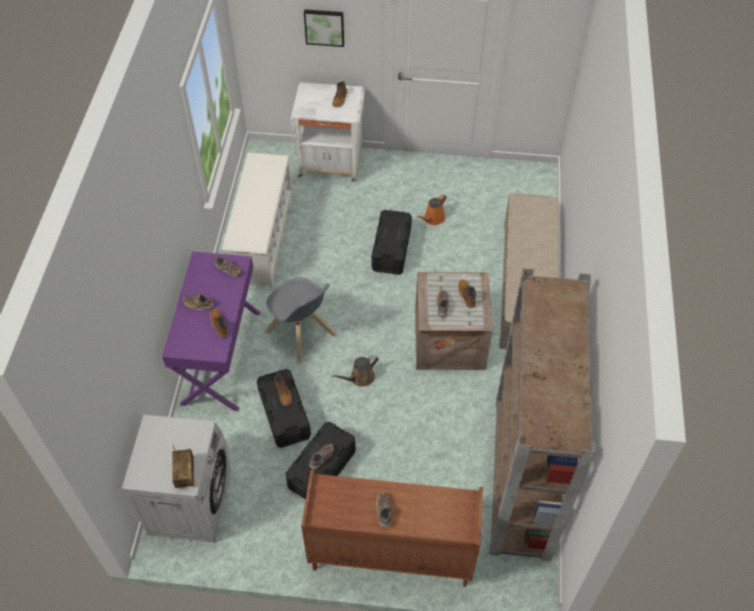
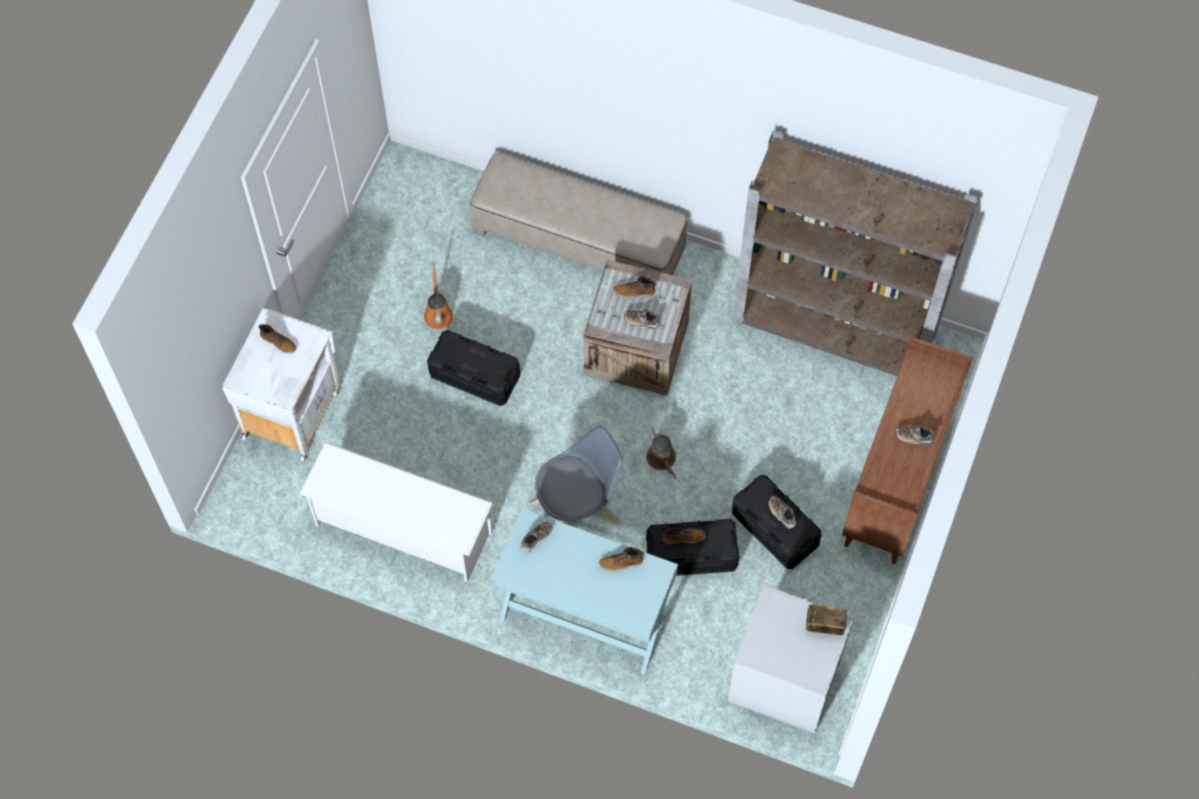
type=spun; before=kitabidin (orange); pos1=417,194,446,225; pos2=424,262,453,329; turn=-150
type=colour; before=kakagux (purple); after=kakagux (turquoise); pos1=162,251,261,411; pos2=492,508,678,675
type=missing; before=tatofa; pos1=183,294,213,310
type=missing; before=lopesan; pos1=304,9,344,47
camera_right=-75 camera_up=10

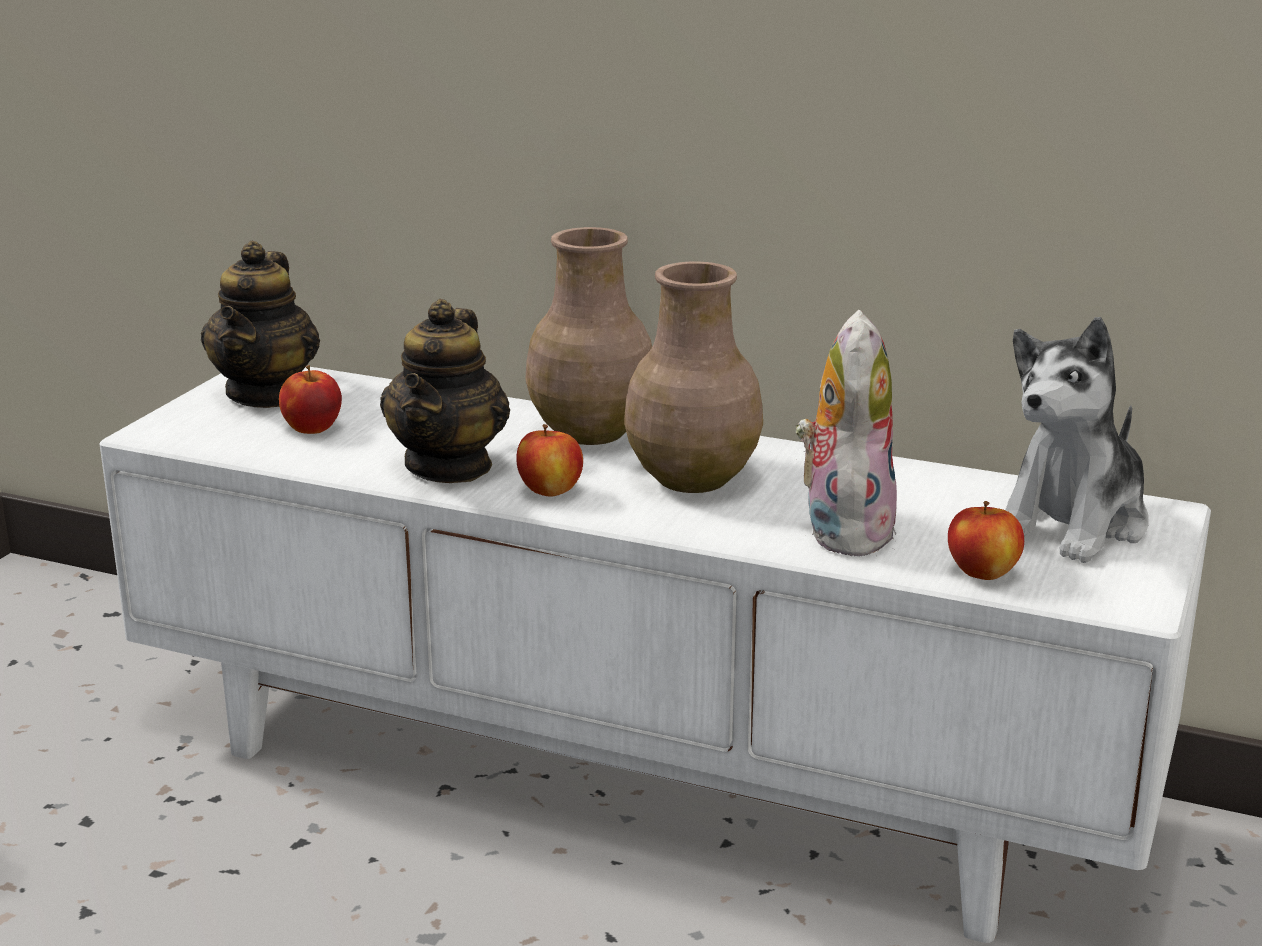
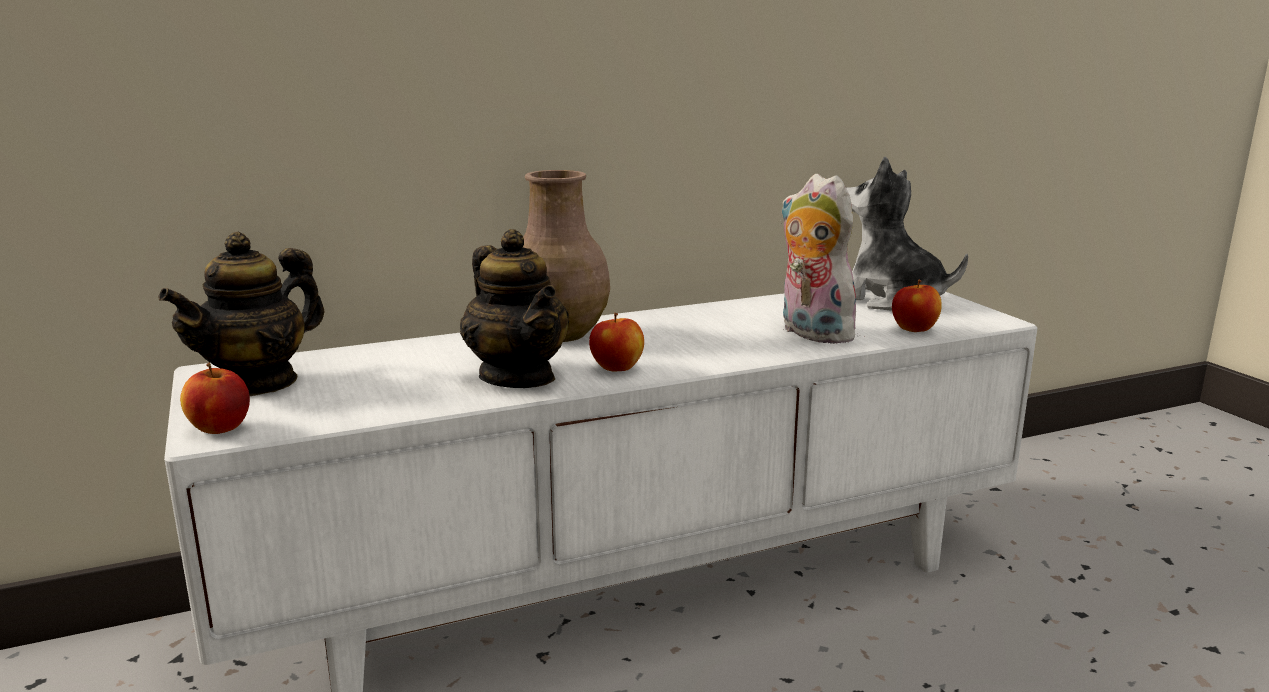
type=spun; before=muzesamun; pos1=201,241,320,408; pos2=158,232,324,396; turn=75
type=relocated; before=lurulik; pos1=279,365,342,434; pos2=180,362,250,434
type=spun; before=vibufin; pos1=1005,317,1149,563; pos2=846,157,968,311; turn=135
type=missing; before=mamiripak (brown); pos1=624,262,763,493
camera_right=-45 camera_up=-5

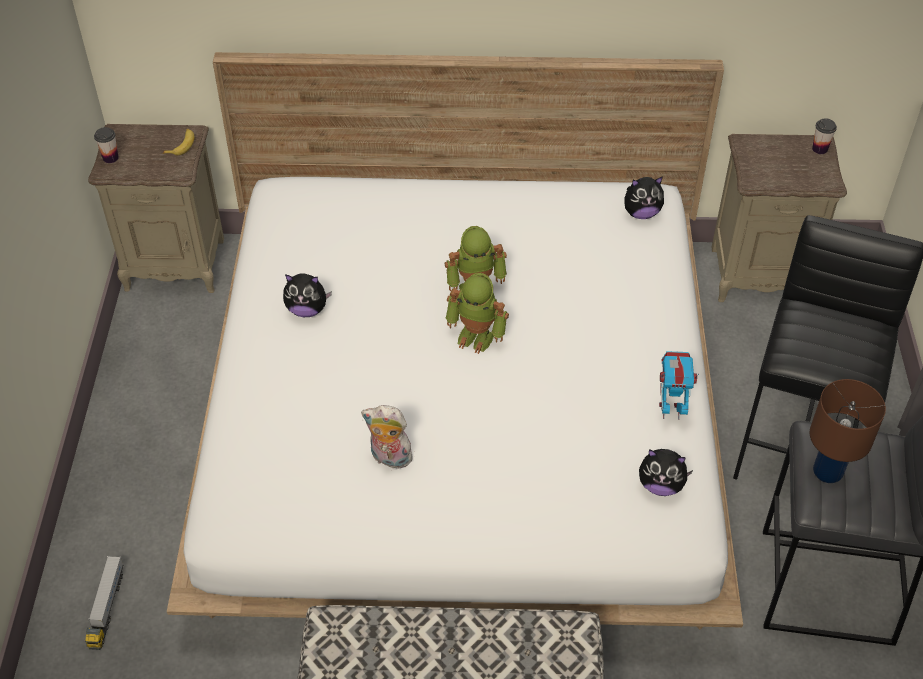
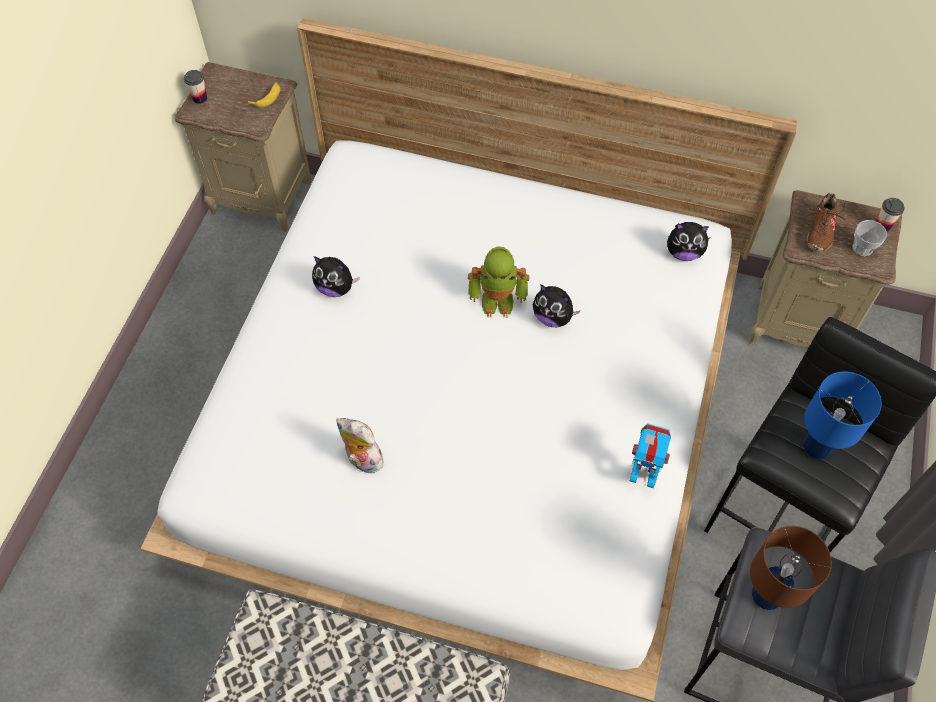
type=relocated; before=vibufin; pos1=639,449,693,496; pos2=533,284,580,327
type=appeared; after=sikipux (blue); pos2=803,371,882,459
type=appeared; after=tatofa (brown); pos2=805,193,848,252
type=appeared; after=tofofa; pos2=852,220,887,256
type=missing; before=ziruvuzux; pos1=85,556,123,650
type=missing; before=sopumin; pos1=446,273,509,354
camera_right=15 camera_up=10

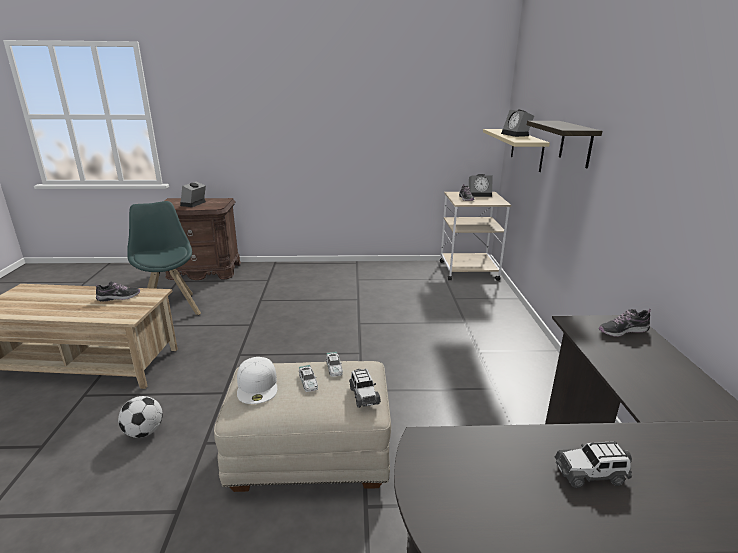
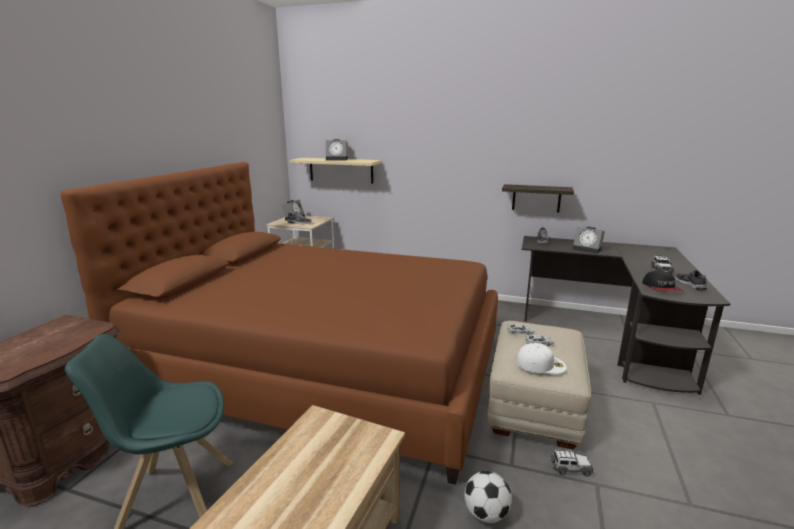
type=appeared; after=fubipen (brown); pos2=61,162,498,485
type=relocated; before=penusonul; pos1=527,121,602,168; pos2=502,184,574,213
type=relocated; before=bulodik; pos1=349,369,381,408; pos2=550,449,593,477
type=relocated; before=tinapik; pos1=180,181,206,207; pos2=572,227,605,254
type=appeared; after=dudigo; pos2=642,271,684,292
type=relocated; before=tatofa; pos1=95,281,140,302; pos2=675,270,707,290
camera_right=-70 camera_up=-5

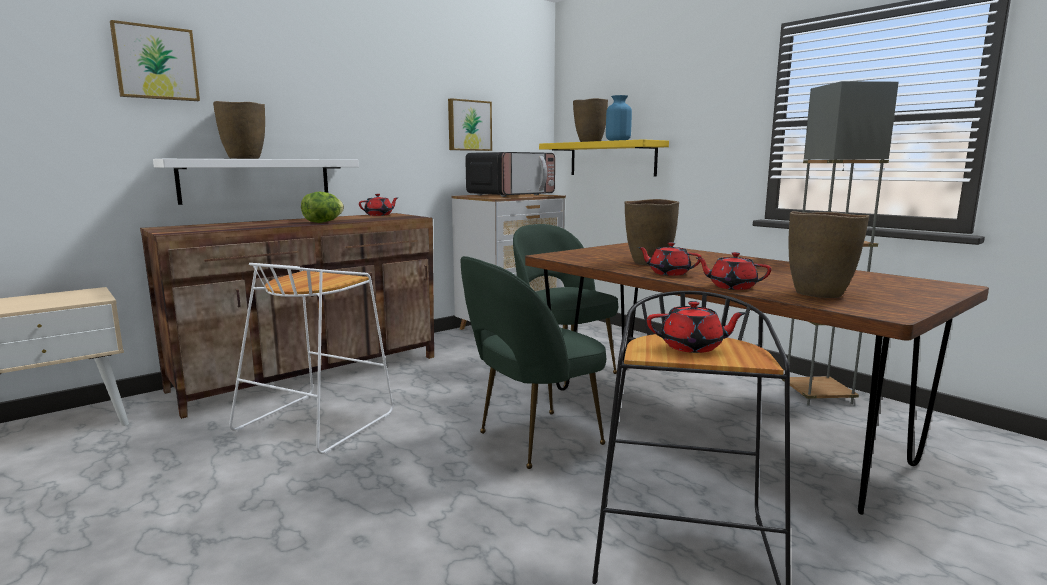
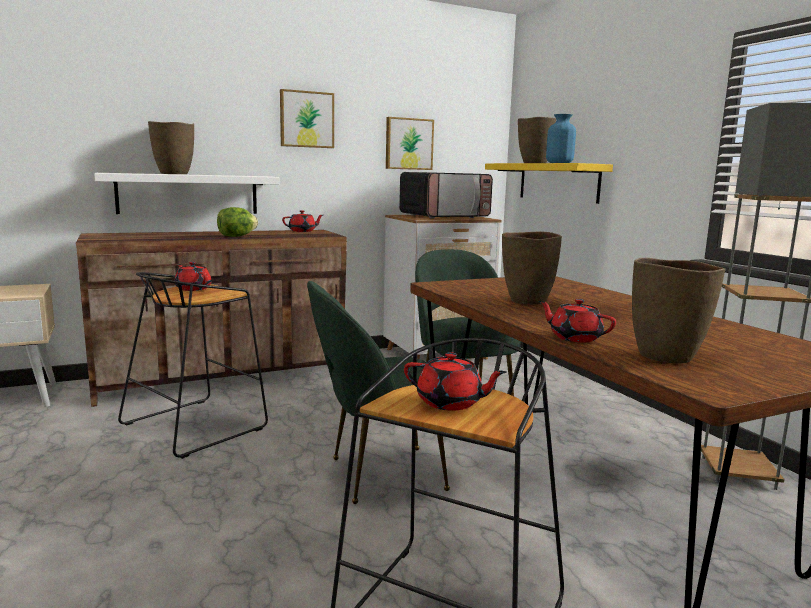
type=colour; before=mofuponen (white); after=mofuponen (black); pos1=229,263,393,455; pos2=118,272,268,459
type=relocated; before=muzesamun (red); pos1=638,242,702,276; pos2=174,262,212,291
type=relocated; before=lopesan; pos1=110,20,200,101; pos2=280,89,334,148
camera_right=15 camera_up=0

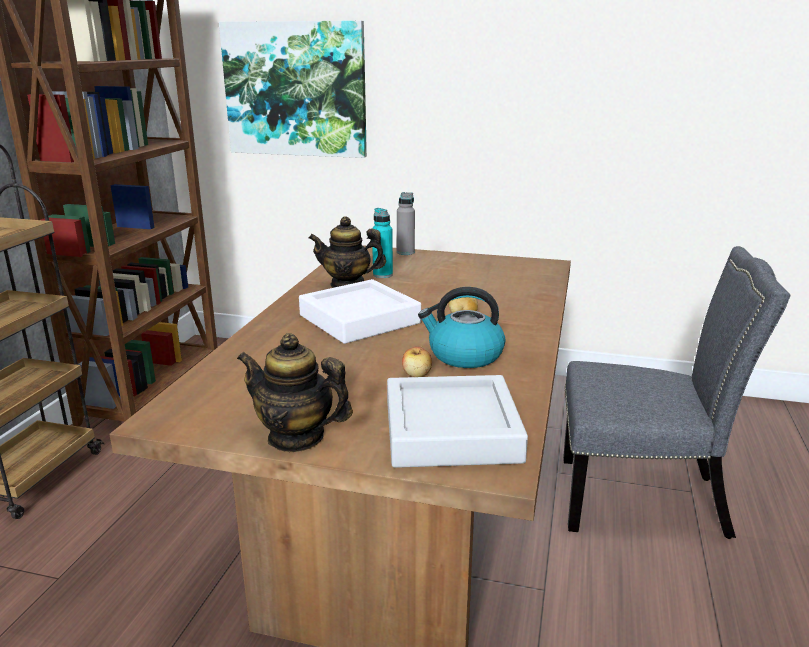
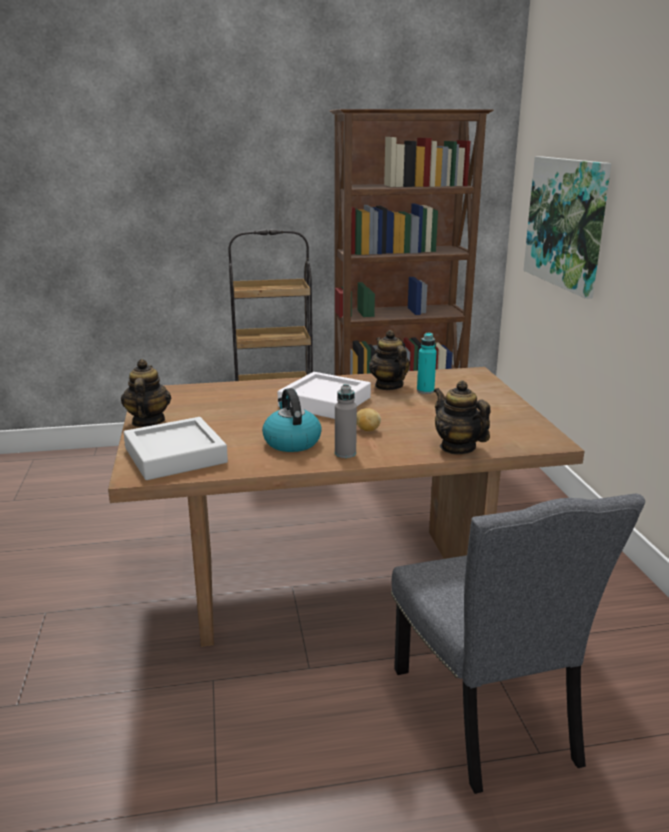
type=relocated; before=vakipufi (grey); pos1=397,192,415,255; pos2=335,384,357,458
type=appeared; after=muzesamun; pos2=434,380,491,455
type=missing; before=lurulik; pos1=402,346,432,377
camera_right=65 camera_up=0

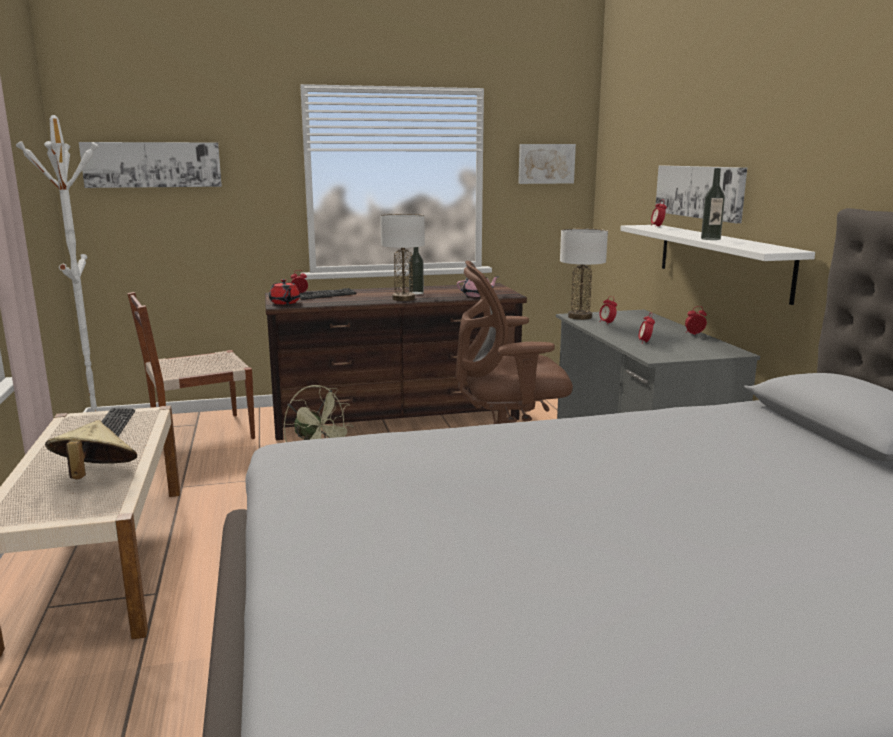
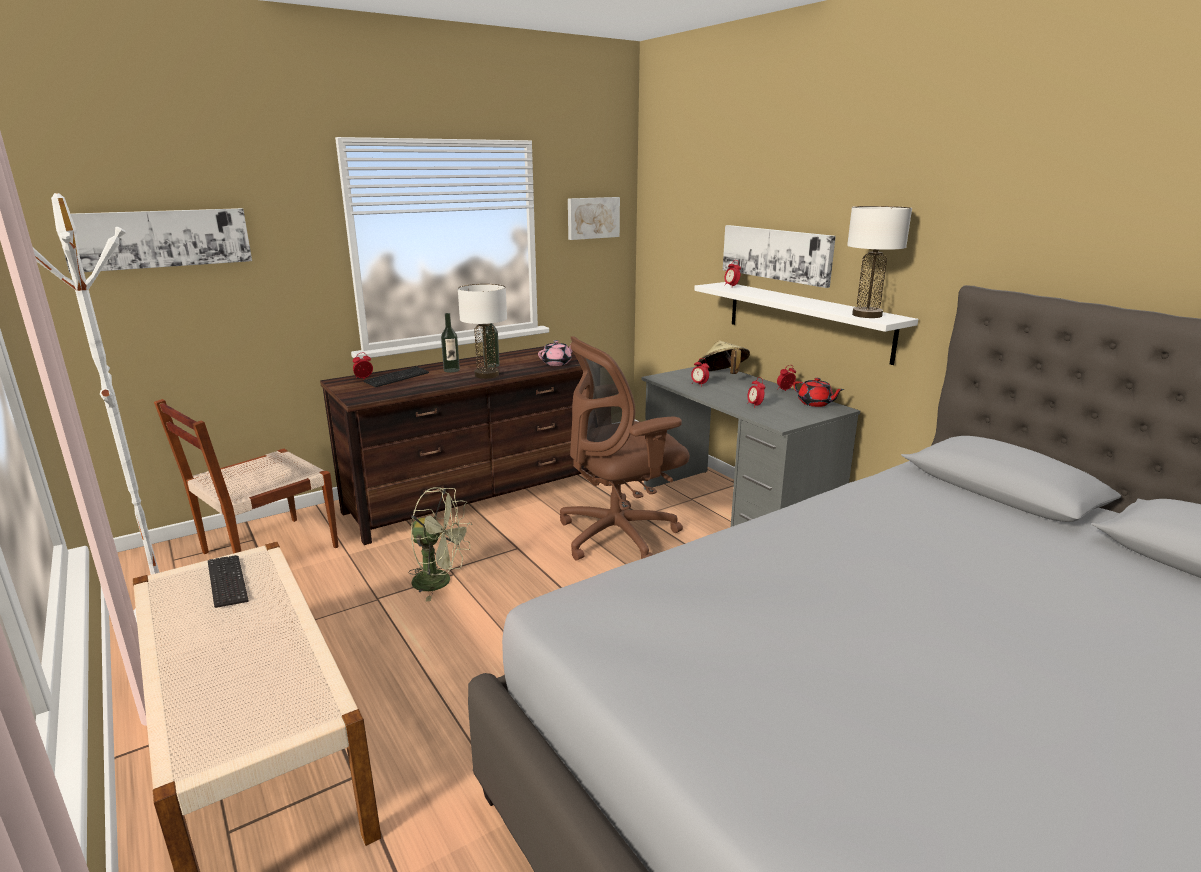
type=relocated; before=vakipufi; pos1=701,168,725,240; pos2=441,313,460,373
type=relocated; before=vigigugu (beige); pos1=45,420,137,479; pos2=697,340,750,374
type=relocated; before=muzesamun (red); pos1=269,279,300,305; pos2=793,378,844,407
type=relocated; before=sikipux; pos1=560,228,608,320; pos2=847,206,912,318
camera_right=-20 camera_up=5

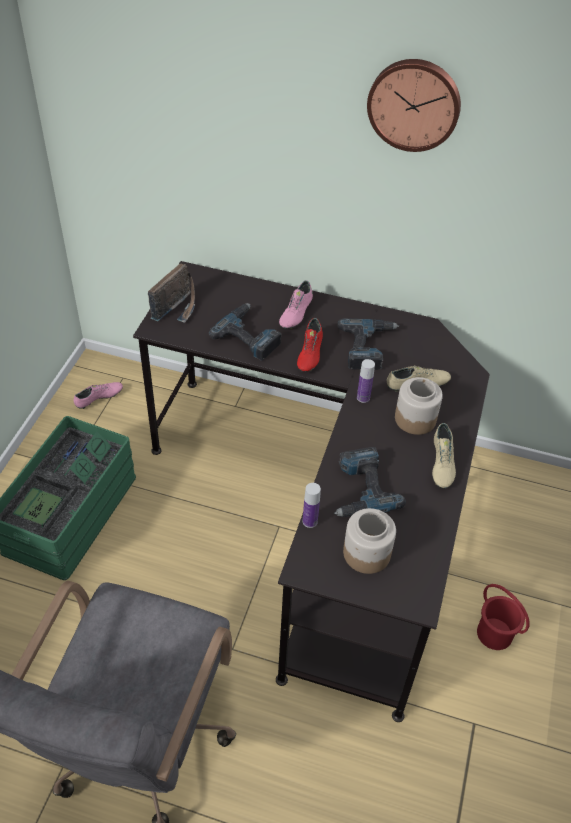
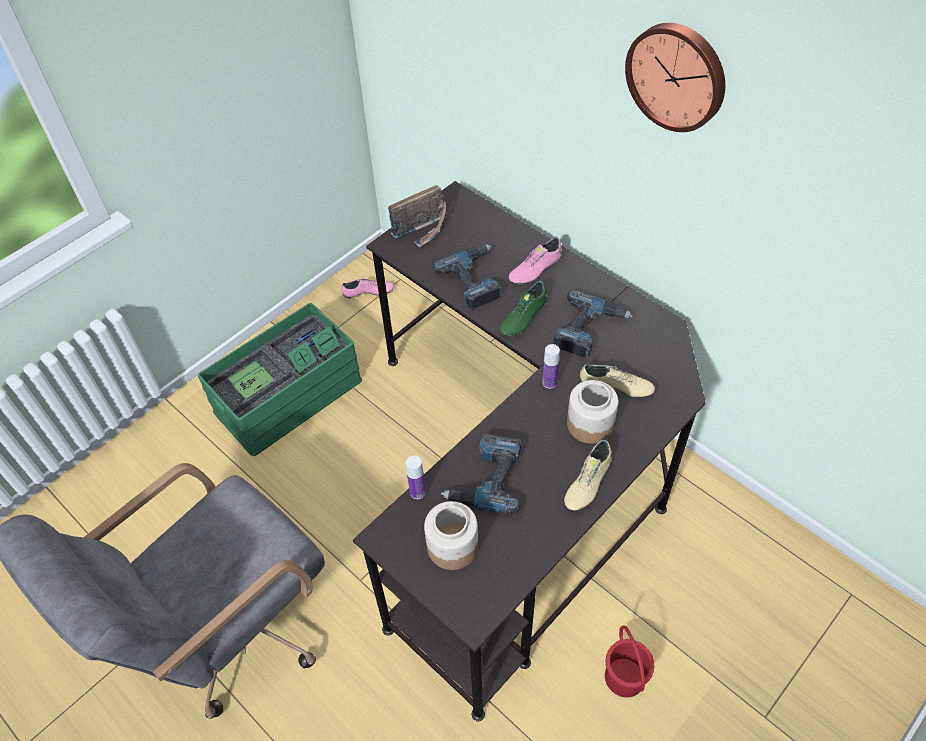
type=colour; before=tatofa (red); after=tatofa (green); pos1=297,318,323,372; pos2=499,281,547,336
camera_right=30 camera_up=5

